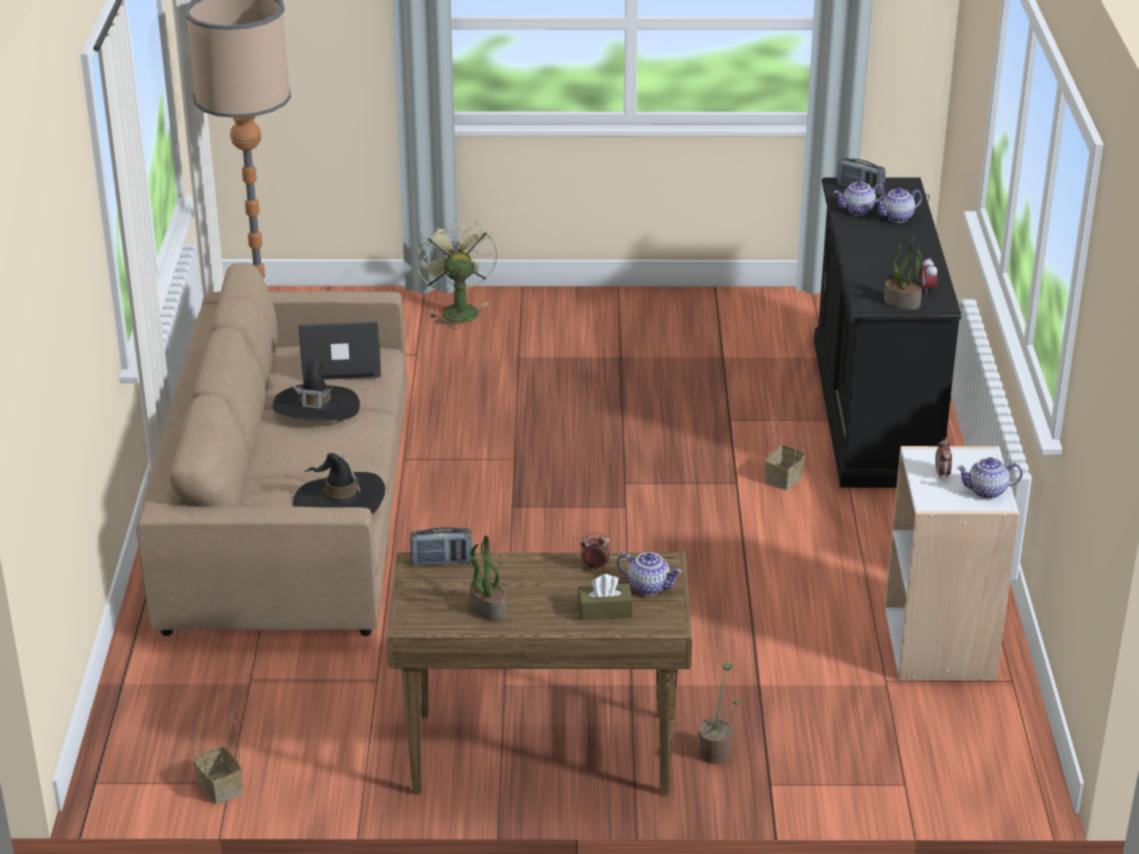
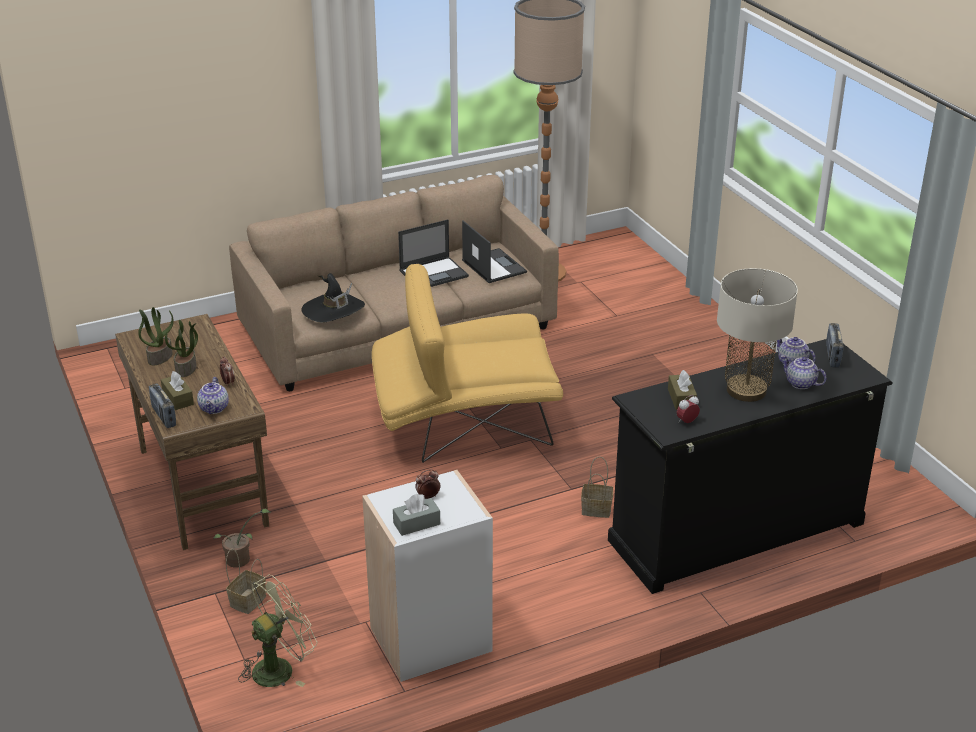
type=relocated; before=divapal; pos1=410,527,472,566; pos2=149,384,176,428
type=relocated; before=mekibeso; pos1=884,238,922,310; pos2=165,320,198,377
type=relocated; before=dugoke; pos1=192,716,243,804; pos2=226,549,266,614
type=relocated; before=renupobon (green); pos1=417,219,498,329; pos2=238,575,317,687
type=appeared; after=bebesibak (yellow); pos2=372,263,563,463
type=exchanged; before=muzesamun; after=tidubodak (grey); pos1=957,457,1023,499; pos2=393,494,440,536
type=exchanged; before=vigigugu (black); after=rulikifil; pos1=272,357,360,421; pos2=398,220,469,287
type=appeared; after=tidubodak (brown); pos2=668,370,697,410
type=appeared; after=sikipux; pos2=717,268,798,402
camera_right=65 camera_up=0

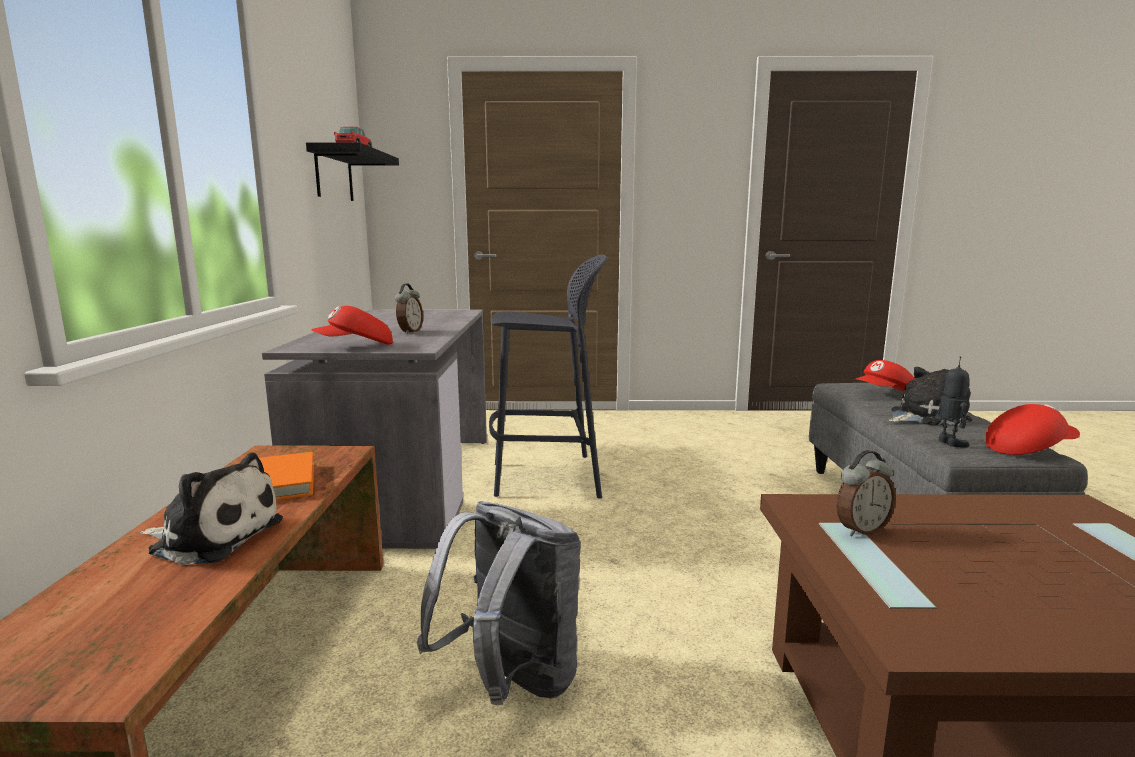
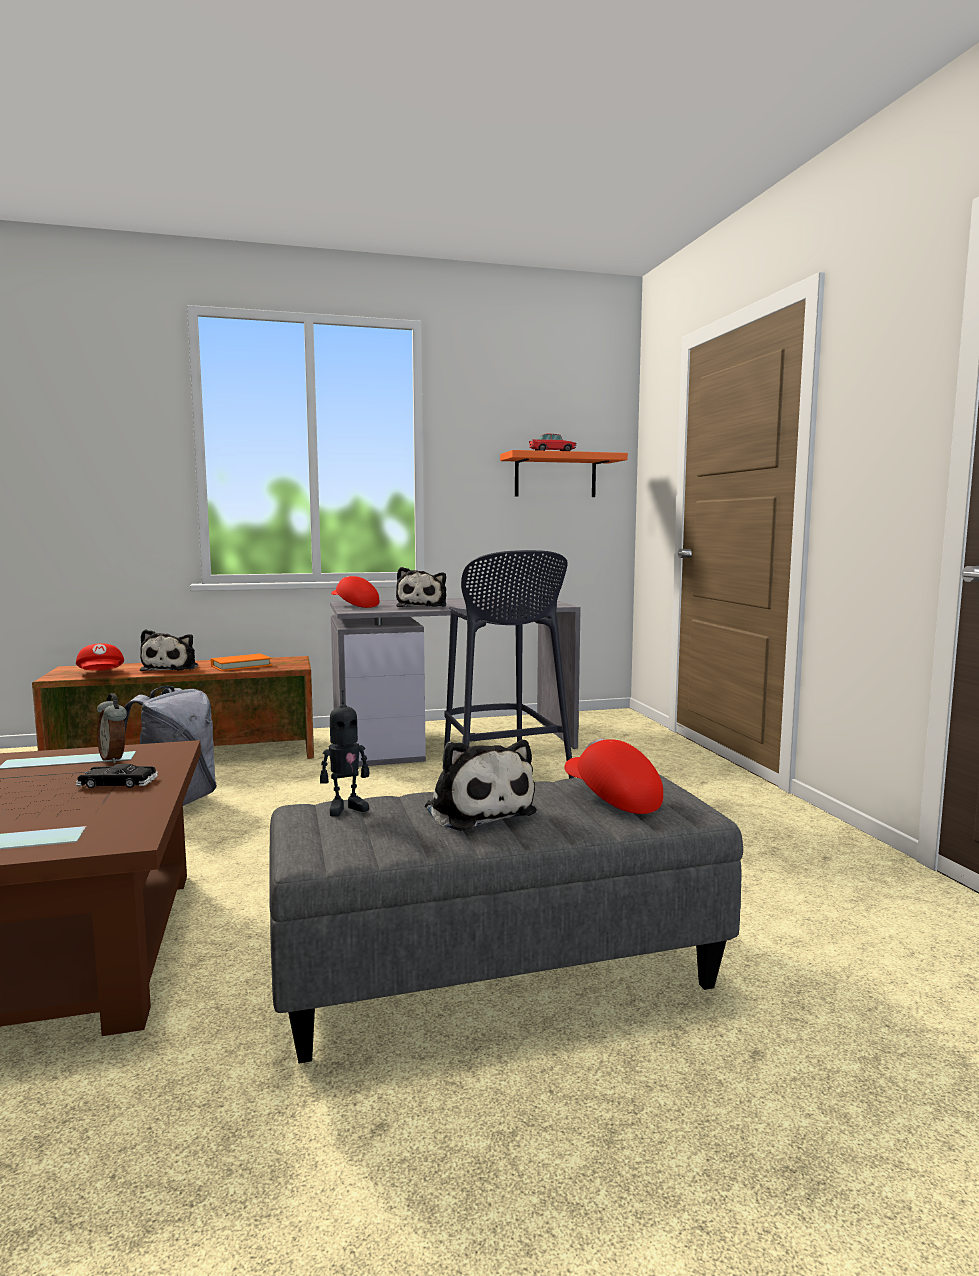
type=appeared; after=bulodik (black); pos2=75,764,158,788
type=relocated; before=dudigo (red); pos1=985,404,1080,455; pos2=76,643,124,671
type=exchanged; before=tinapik; after=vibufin; pos1=395,284,423,334; pos2=396,567,446,607
type=colour; before=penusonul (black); after=penusonul (orange); pos1=306,142,399,201; pos2=500,450,628,497
camera_right=75 camera_up=-5

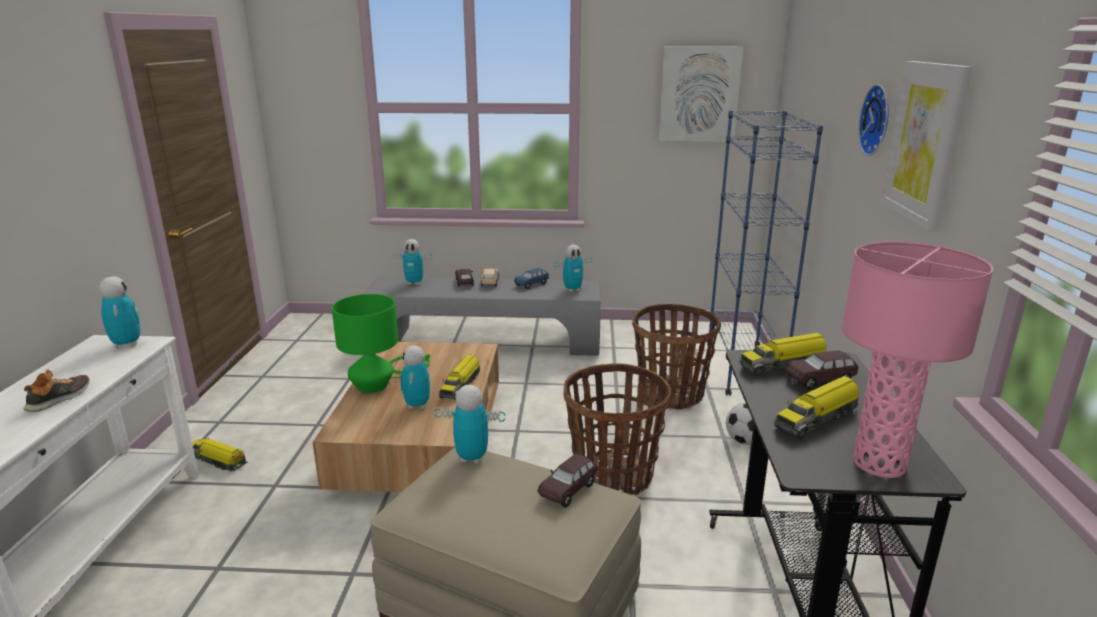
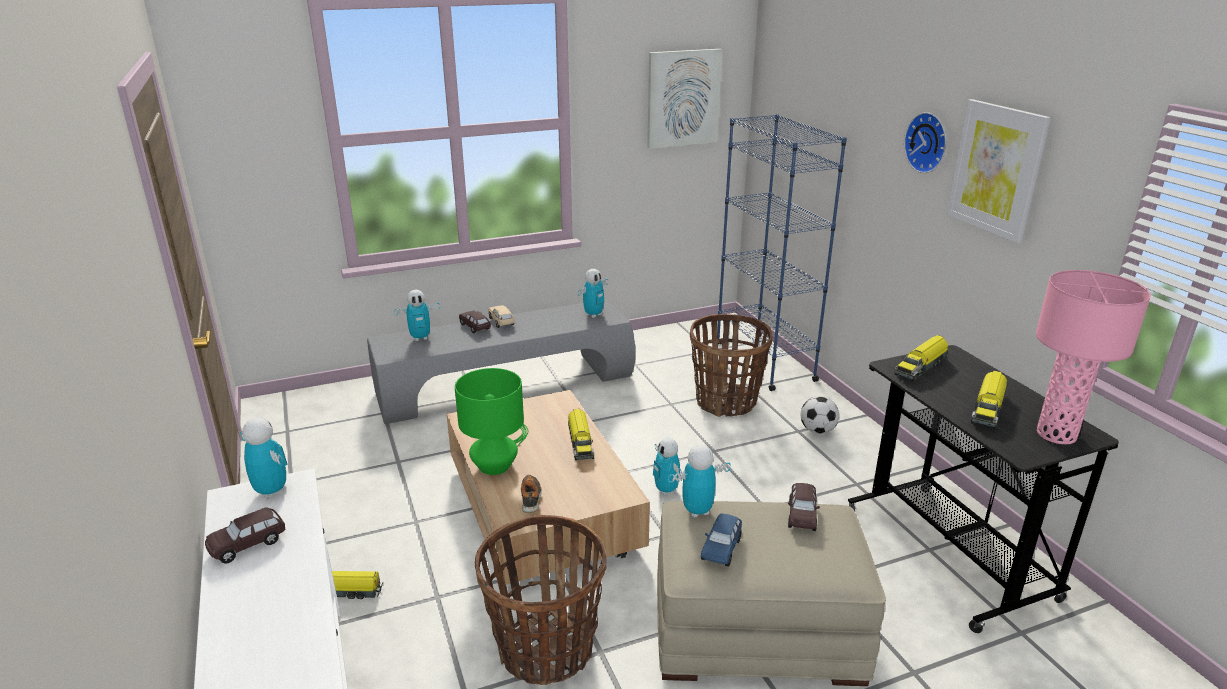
type=relocated; before=bulodik (brown); pos1=785,350,858,390; pos2=205,507,286,563
type=relocated; before=dugoke; pos1=564,363,671,495; pos2=475,515,606,685
type=relocated; before=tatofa; pos1=23,369,89,412; pos2=521,475,542,513
type=relocated; before=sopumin; pos1=401,345,430,409; pos2=653,438,681,495
type=relocated; before=bulodik (blue); pos1=514,268,549,289; pos2=701,514,742,567
camera_right=-25 camera_up=5

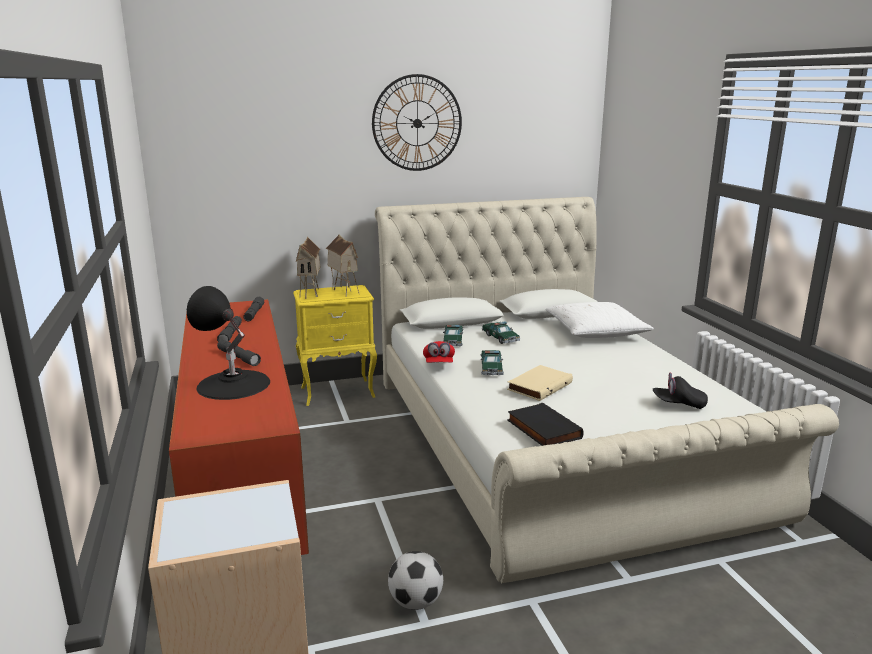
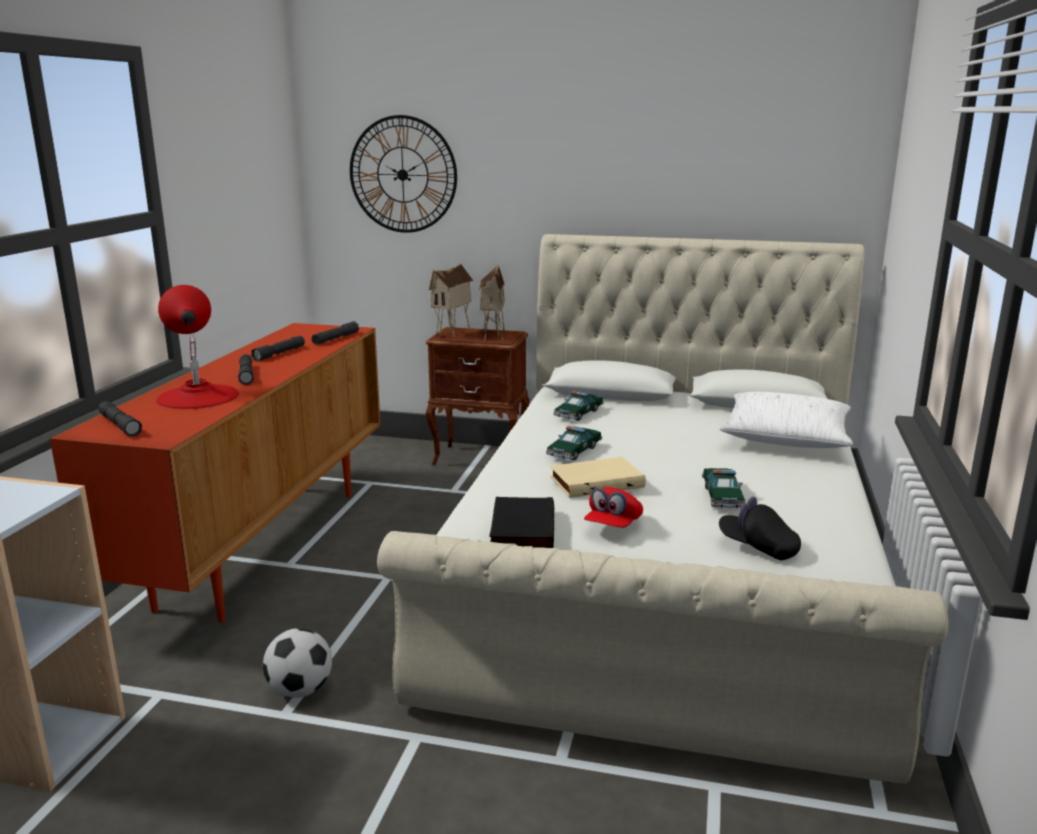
type=appeared; after=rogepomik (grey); pos2=98,401,142,436
type=colour; before=sikipux (black); after=sikipux (red); pos1=187,286,270,400; pos2=156,285,239,409
type=relocated; before=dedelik; pos1=372,74,462,171; pos2=350,115,457,233
type=colour; before=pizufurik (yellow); after=pizufurik (brown); pos1=293,285,377,406; pos2=426,327,530,466
type=relocated; before=dudigo (red); pos1=423,341,455,363; pos2=584,487,643,528
type=relocated; before=bulodik; pos1=482,321,521,344; pos2=702,468,746,508
camera_right=30 camera_up=0

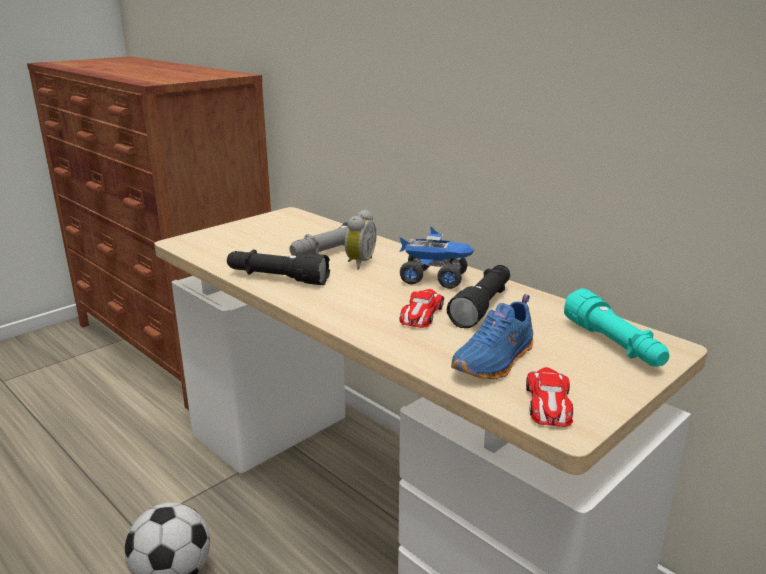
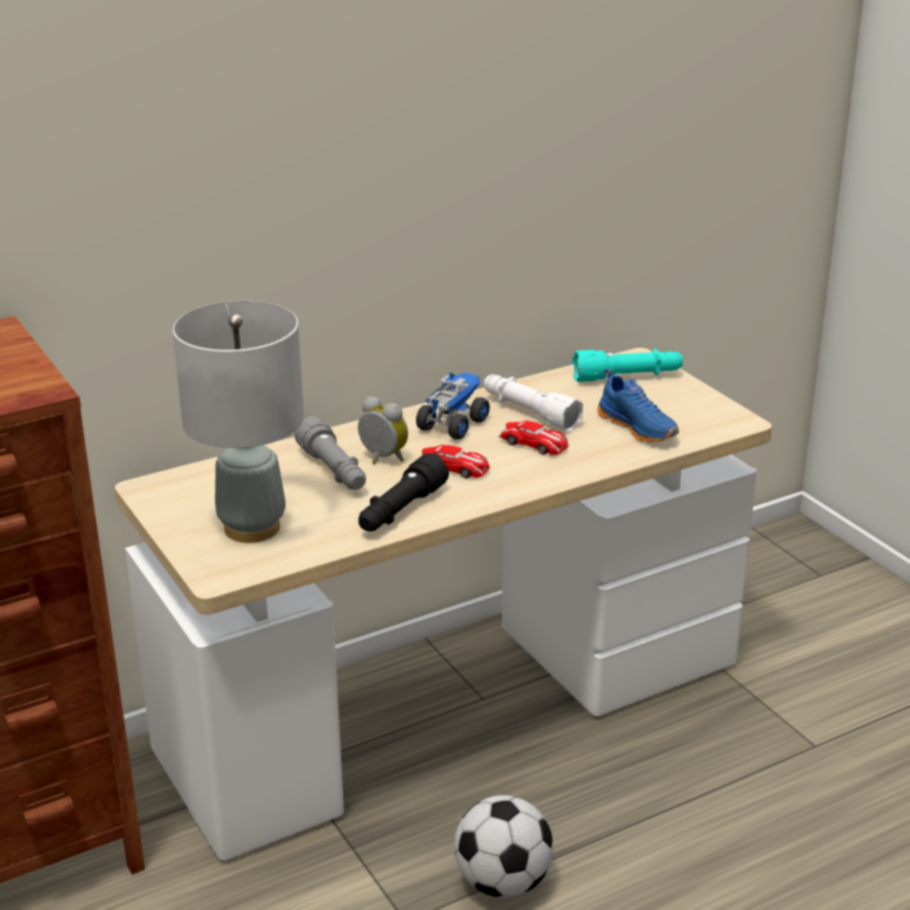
type=appeared; after=sikipux (grey); pos2=173,301,304,543
type=relocated; before=bulodik; pos1=526,367,573,427; pos2=419,445,490,478
type=colour; before=rogepomik (black); after=rogepomik (white); pos1=447,265,510,328; pos2=484,374,583,432
camera_right=-75 camera_up=5

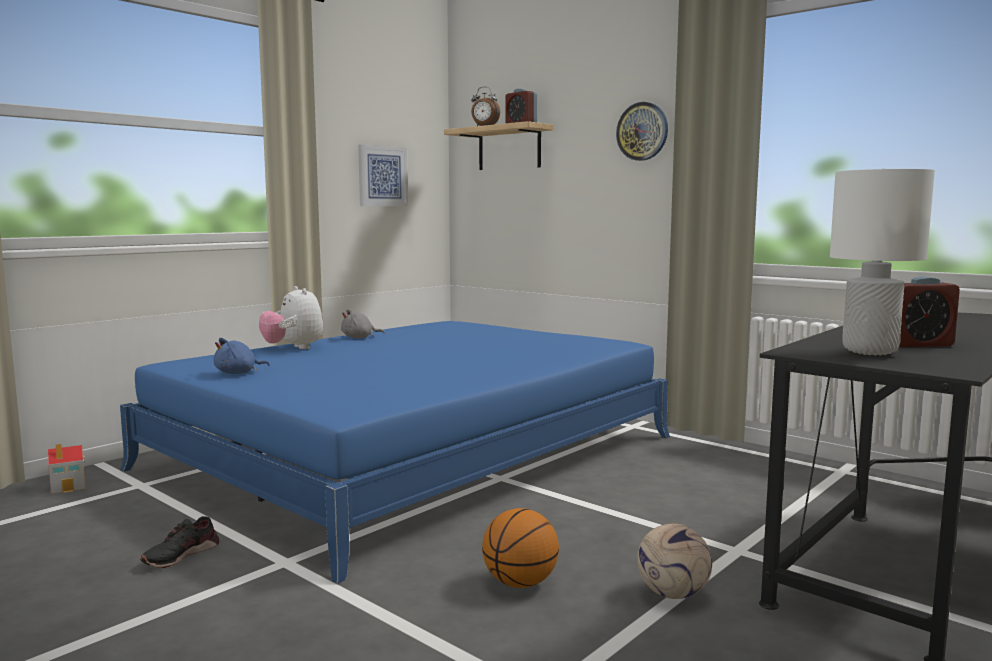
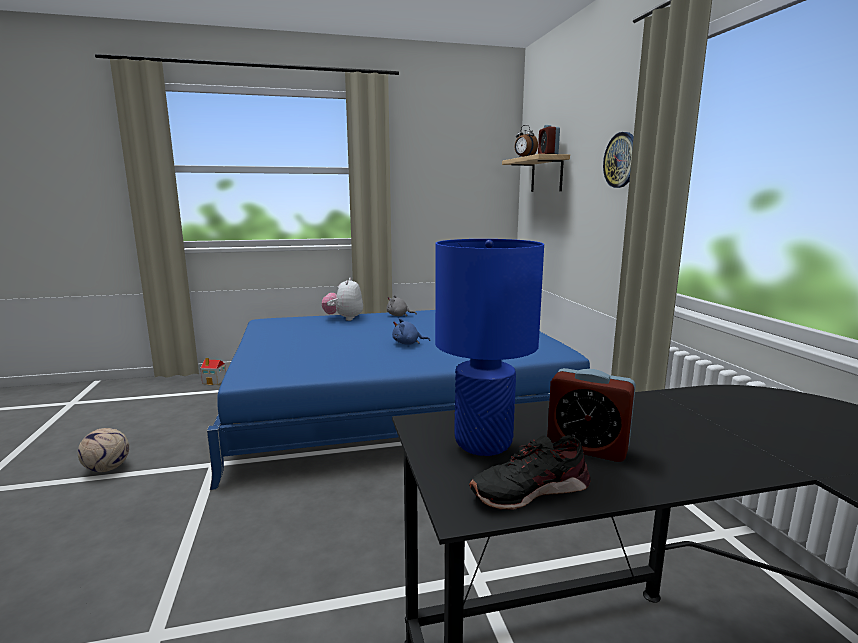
type=relocated; before=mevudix; pos1=637,523,712,599; pos2=78,428,129,472
type=relocated; before=vibufin (blue); pos1=214,338,270,374; pos2=392,318,430,344
type=colour; before=sikipux (white); after=sikipux (blue); pos1=830,168,935,356; pos2=435,239,544,456
type=relocated; before=tatofa (black); pos1=140,516,219,568; pos2=469,435,590,510
type=missing; before=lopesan; pos1=358,144,408,206
type=missing; before=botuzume; pos1=482,508,559,588
camera_right=35 camera_up=5

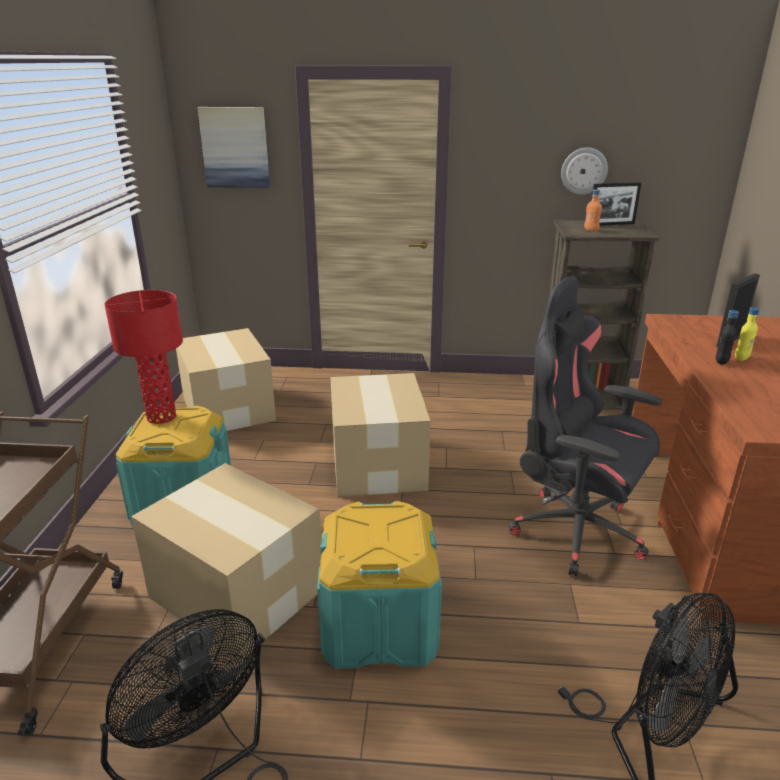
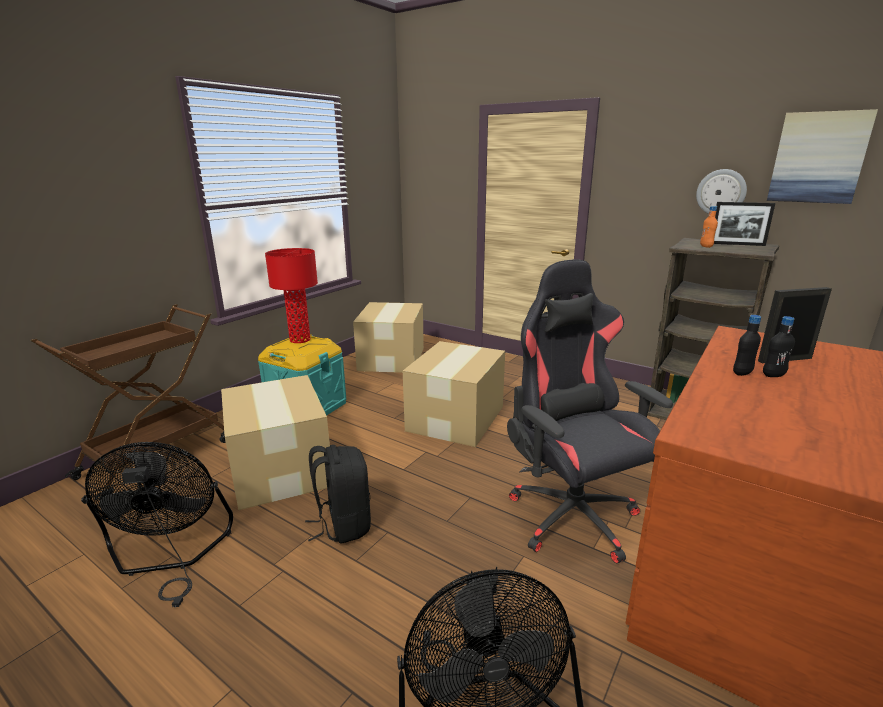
type=exchanged; before=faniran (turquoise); after=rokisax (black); pos1=317,501,442,669; pos2=305,445,371,544
type=colour; before=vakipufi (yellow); after=vakipufi (black); pos1=735,307,760,361; pos2=763,316,795,377
type=relocated; before=lopesan; pos1=198,107,270,188; pos2=767,109,878,204
camera_right=30 camera_up=-5

